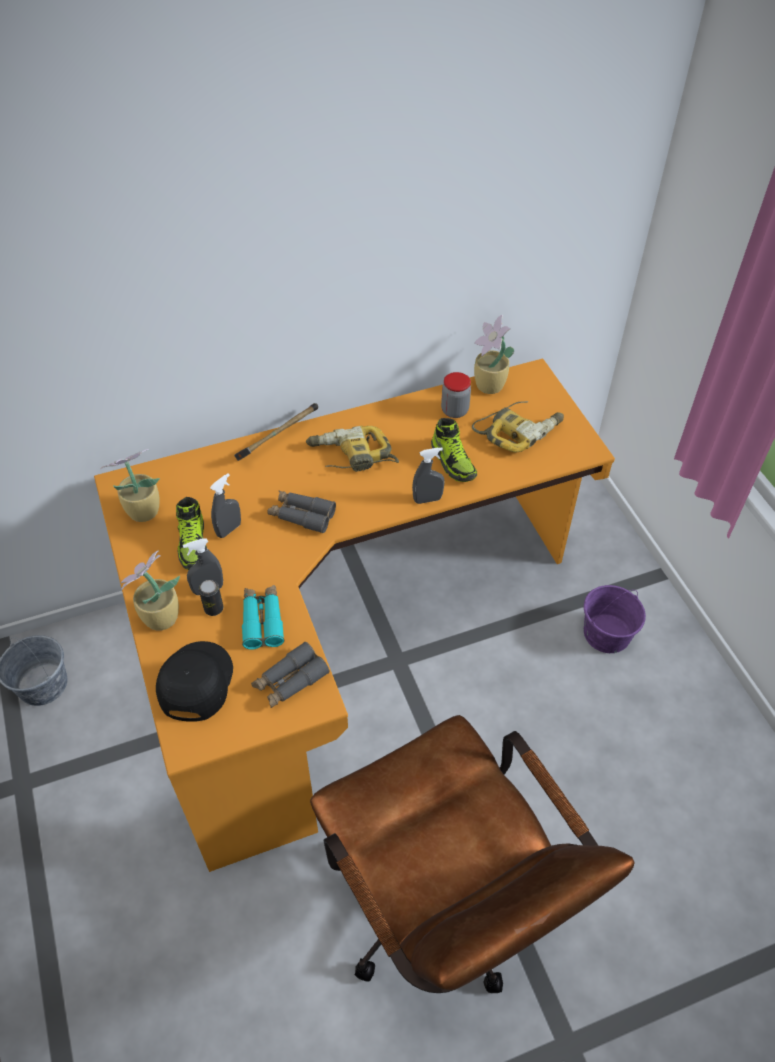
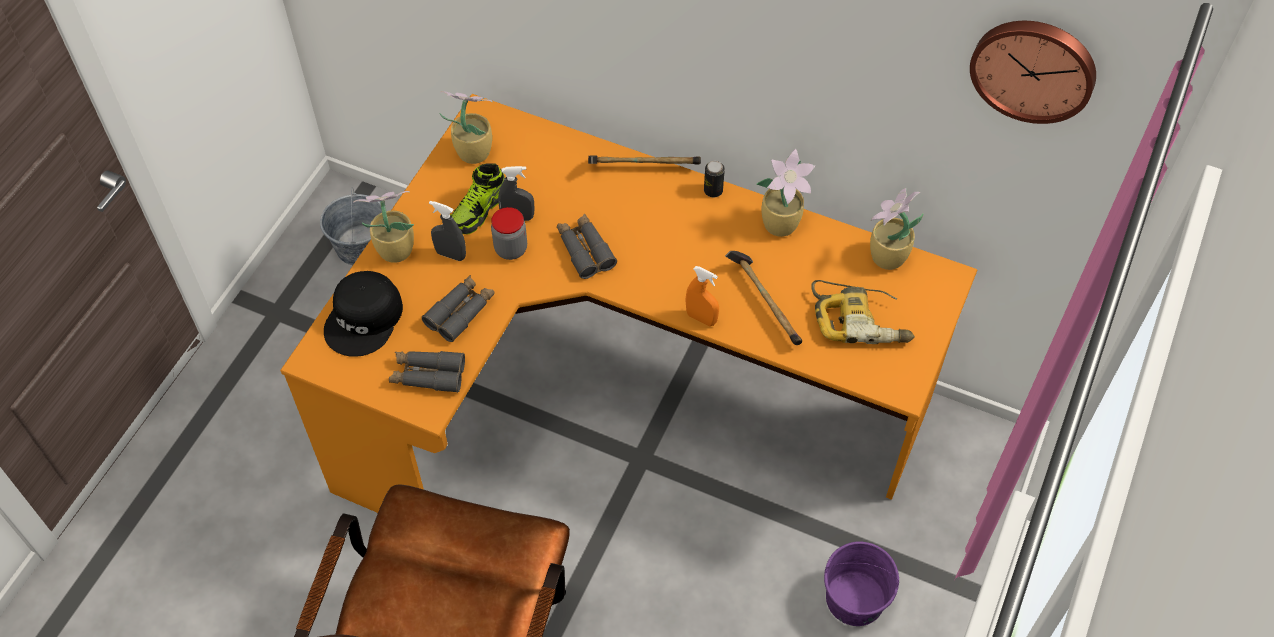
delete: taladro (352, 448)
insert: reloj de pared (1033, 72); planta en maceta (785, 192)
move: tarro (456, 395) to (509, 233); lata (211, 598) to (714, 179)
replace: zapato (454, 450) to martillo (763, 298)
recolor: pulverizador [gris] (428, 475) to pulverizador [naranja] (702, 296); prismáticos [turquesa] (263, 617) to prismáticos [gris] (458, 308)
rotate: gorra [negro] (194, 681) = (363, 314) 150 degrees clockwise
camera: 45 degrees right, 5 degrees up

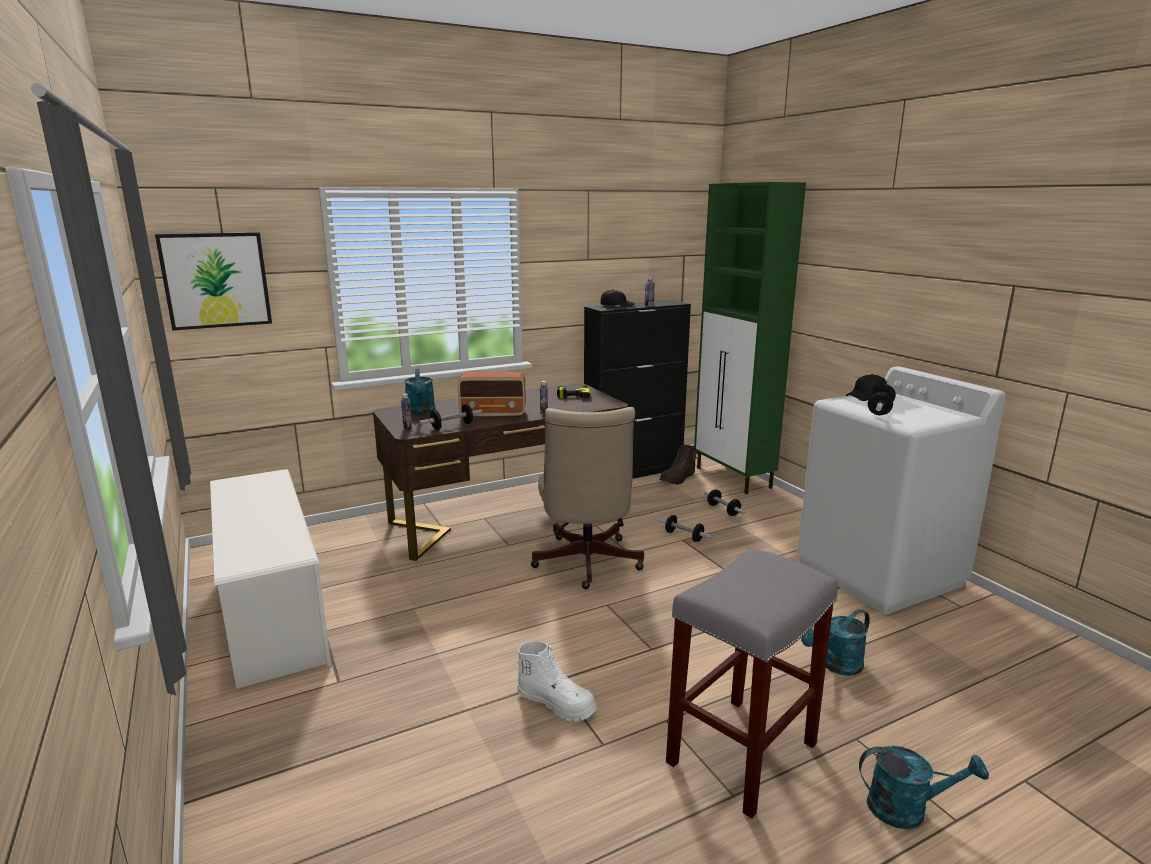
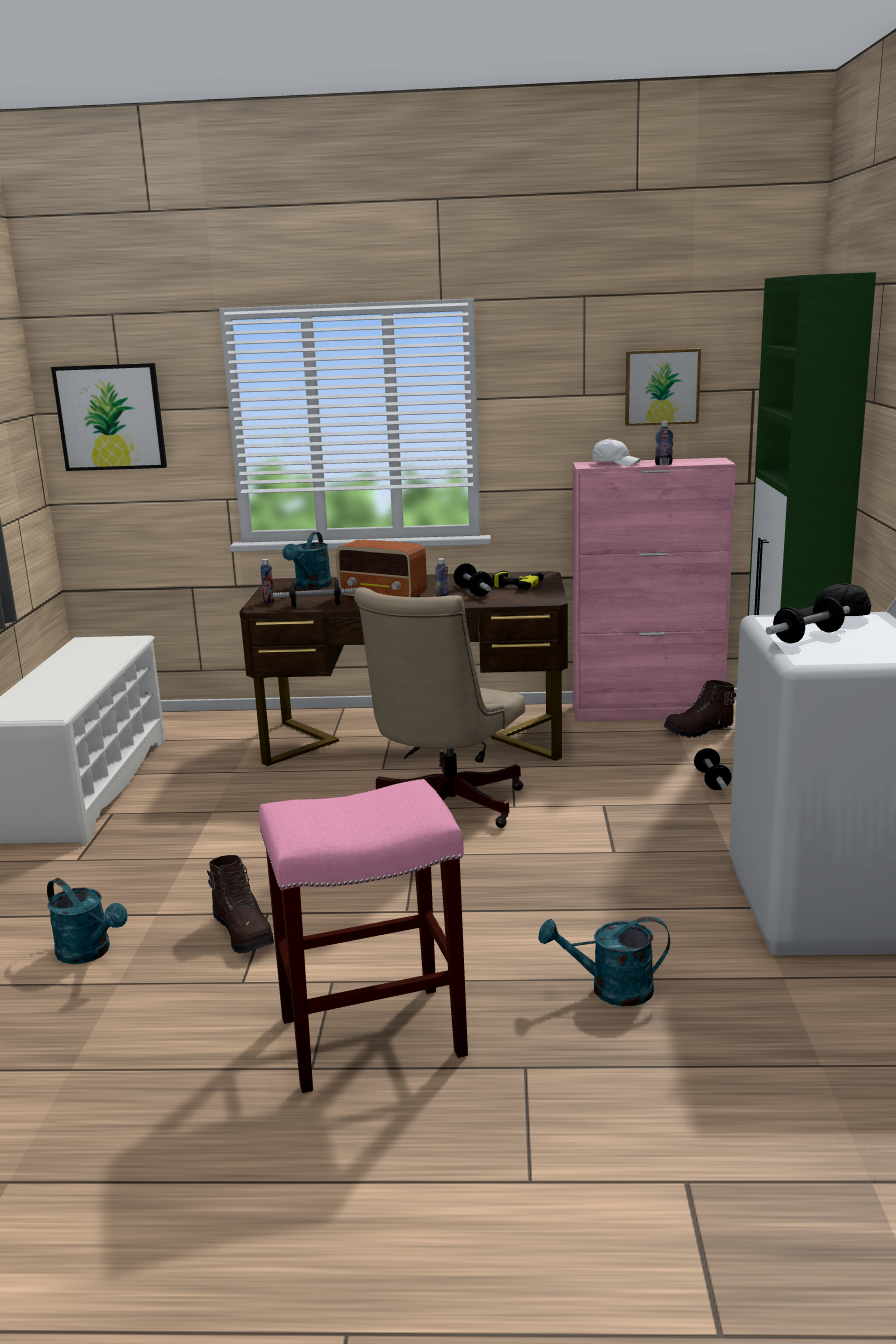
insert: cuadro (663, 387)
move: mancuerna (685, 528) to (473, 580); regadera [turquesa] (924, 787) to (87, 921)
recolor: gorra [negro] (617, 298) to gorra [blanco] (617, 452); armario [negro] (637, 389) to armario [rosa] (654, 589); taburete [gris] (752, 683) to taburete [rosa] (363, 936); bota [blanco] (557, 681) to bota [marrón] (240, 904)
camera: 30 degrees right, 0 degrees up

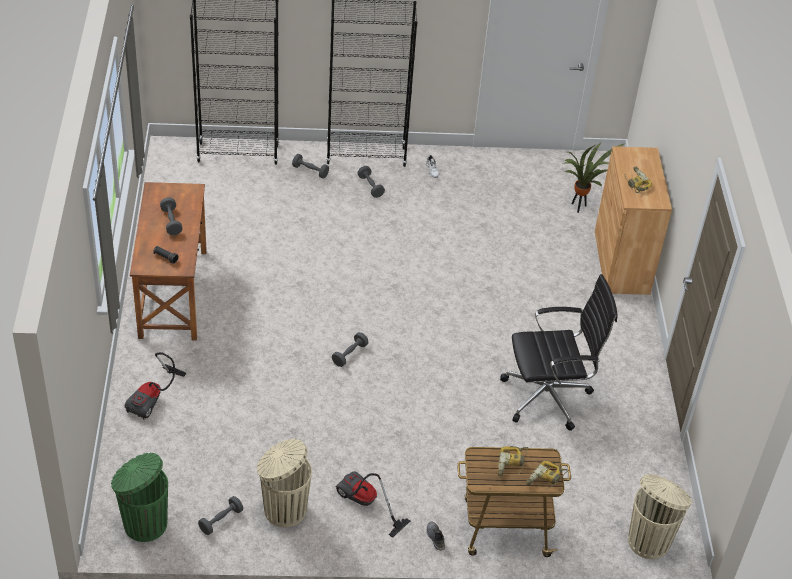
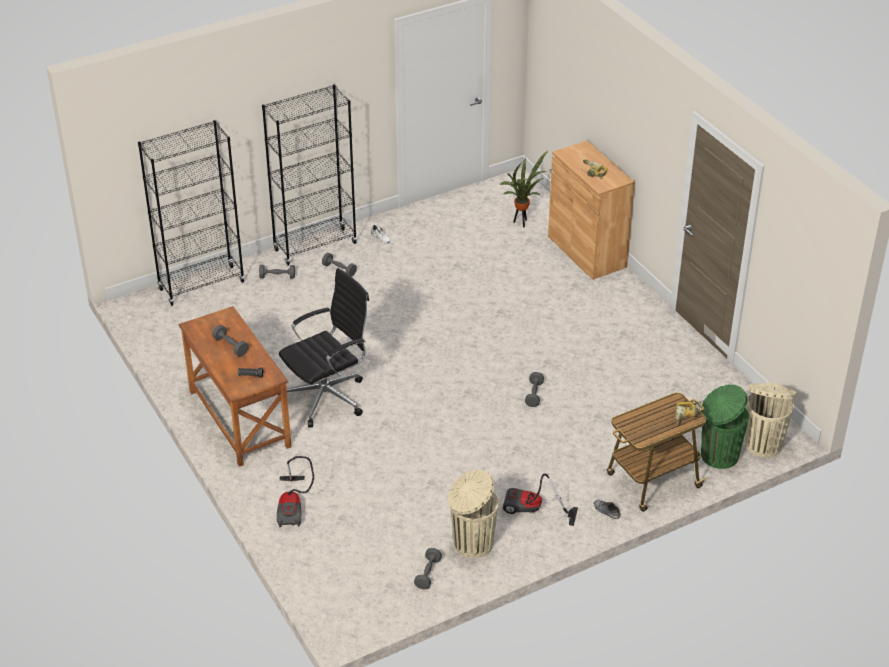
delete: taladro (513, 461)
move: silla de oficina [negro] (559, 352) to (324, 347); mancuerna [gris] (350, 349) to (534, 389); papelera [verde] (139, 497) to (725, 426)
camera: 25 degrees left, 5 degrees down

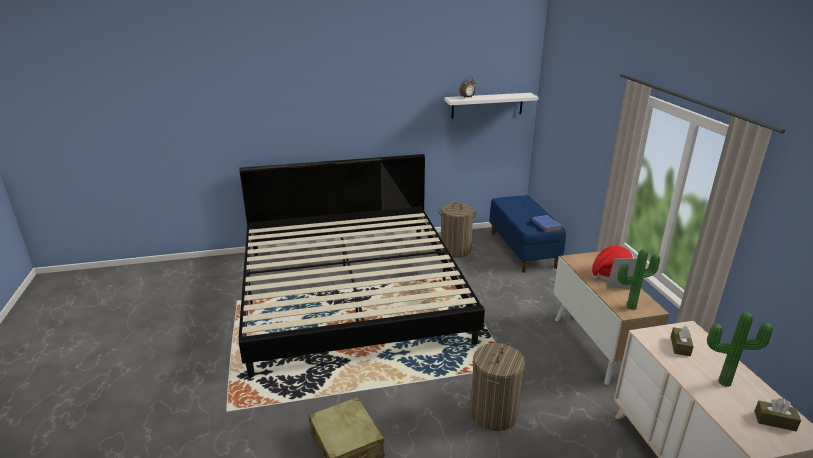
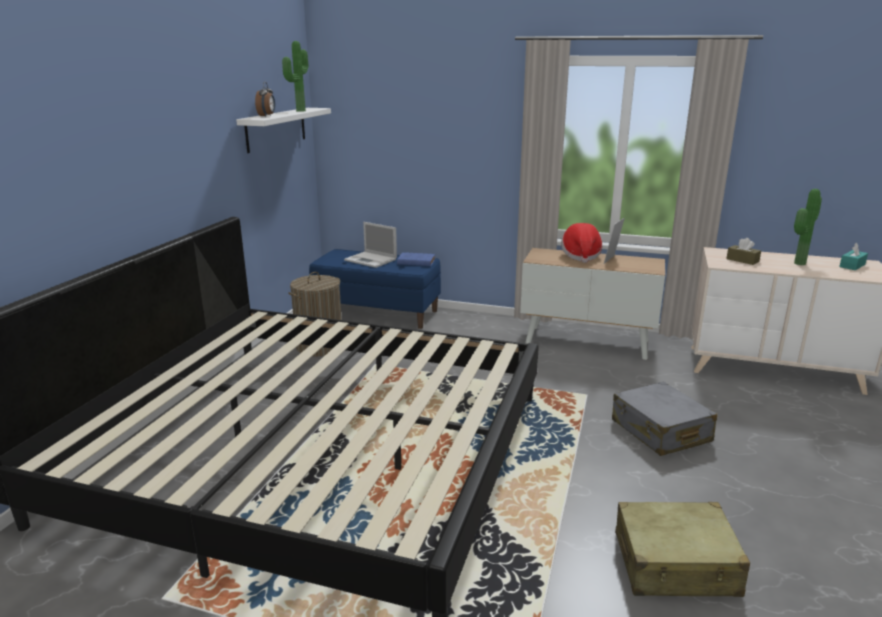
insert: portátil (370, 245)
move: planta en maceta (638, 279) to (295, 76)
replace: cesto de la ropa (497, 387) to maleta [gris] (664, 419)
recolor: caja de pañuelos [marrón] (778, 414) to caja de pañuelos [turquesa] (853, 256)
camera: 60 degrees left, 5 degrees down

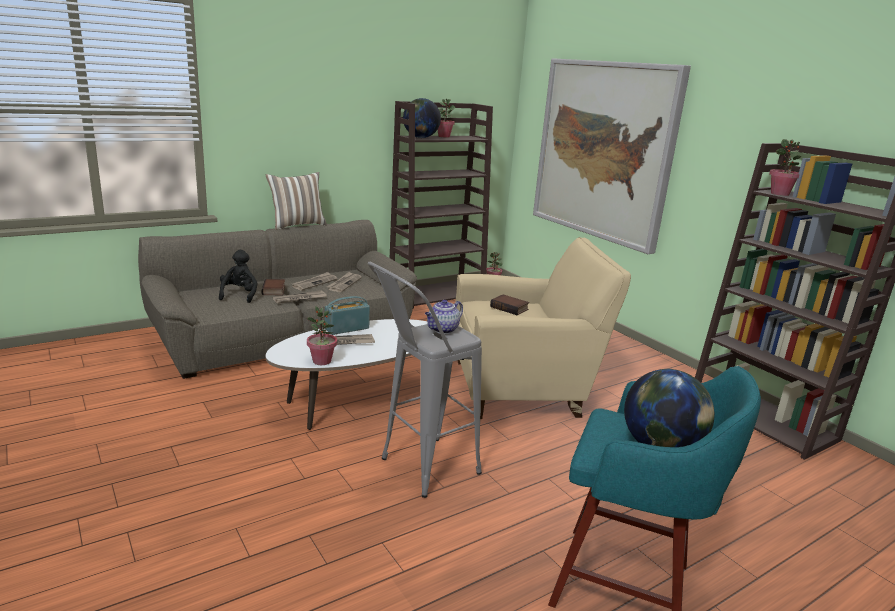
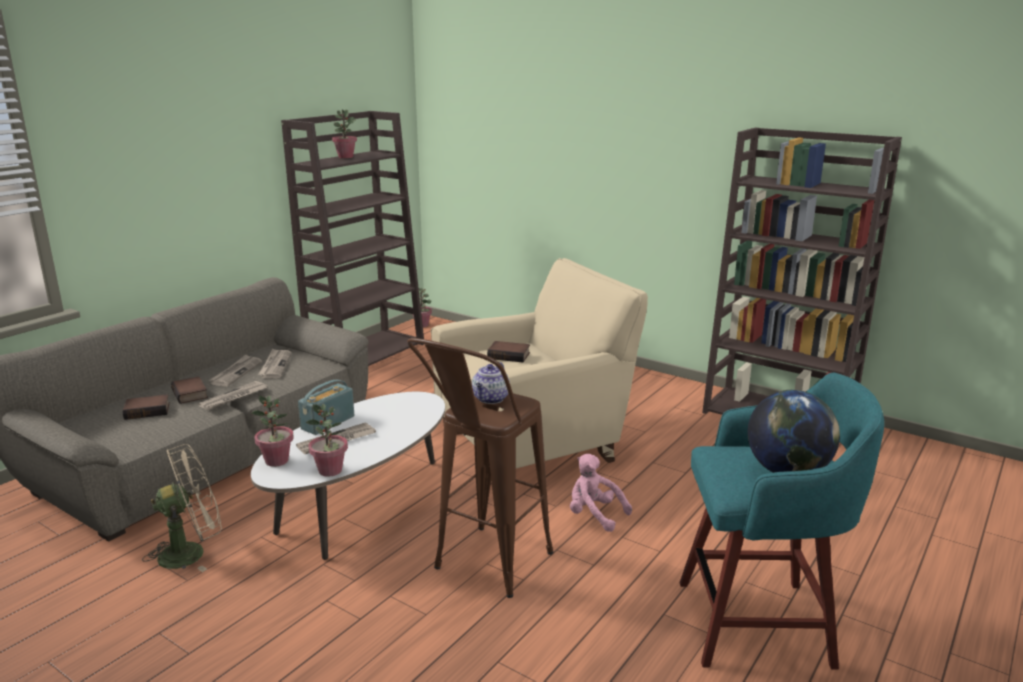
delete: cuadro (612, 156); globo terráqueo (422, 118); cojín (296, 201)
insert: ventilador [beis] (182, 508); peluche [rosa] (601, 493)
move: planta en maceta (785, 167) to (272, 431)
replace: peluche [negro] (238, 276) to libro (146, 407)
recolor: taburete [gris] (425, 380) to taburete [marrón] (480, 468)
camera: 20 degrees left, 0 degrees up

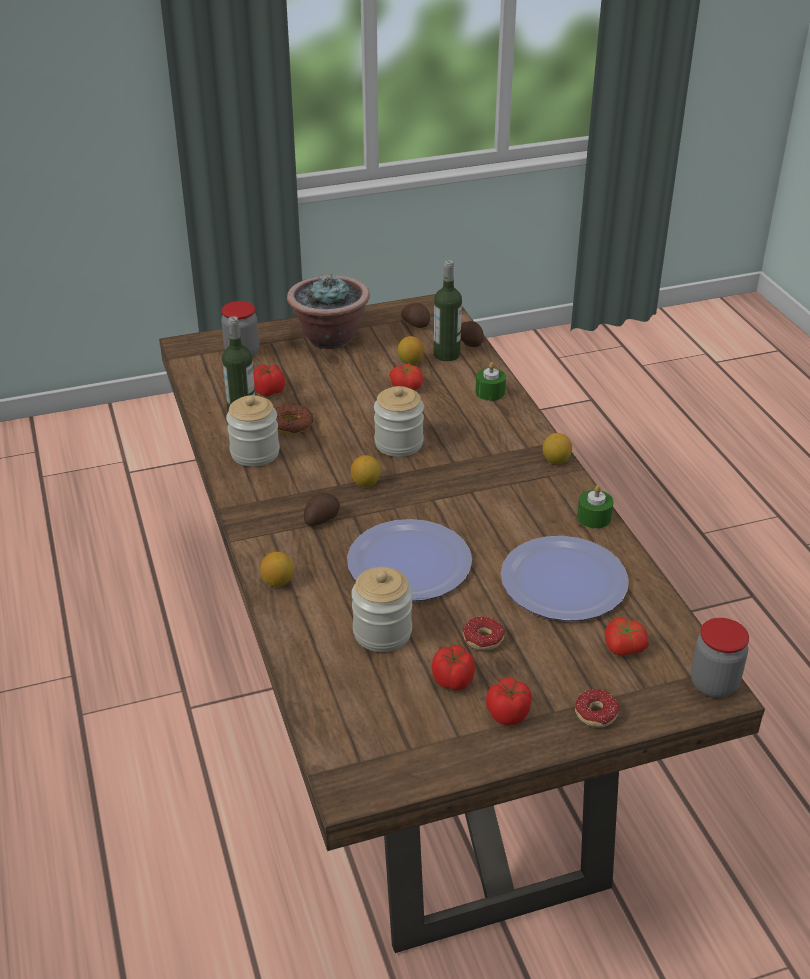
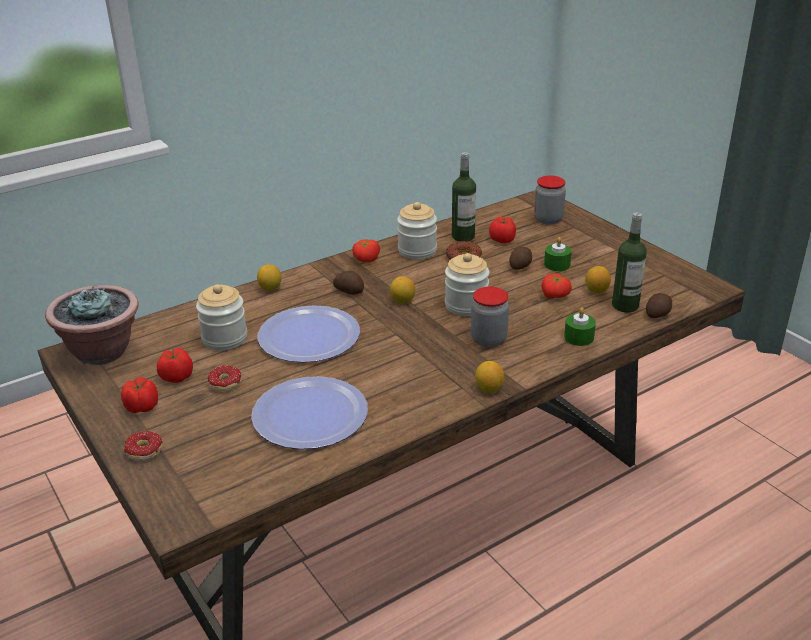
move: planta en maceta (328, 311) to (92, 325); patata (415, 315) to (520, 258); vela [verde] (595, 507) to (558, 254); tomate (627, 636) to (366, 250); tarro (720, 658) to (490, 317)
camera: 75 degrees right, 5 degrees down

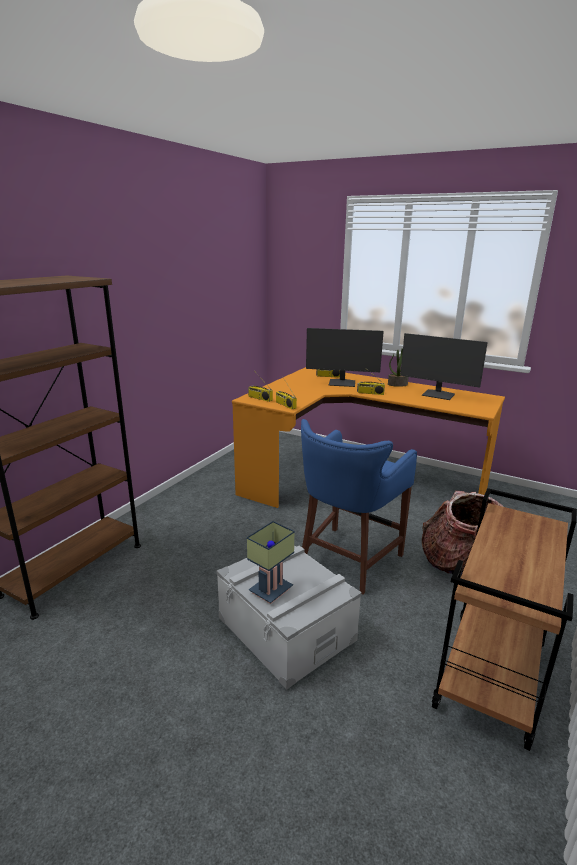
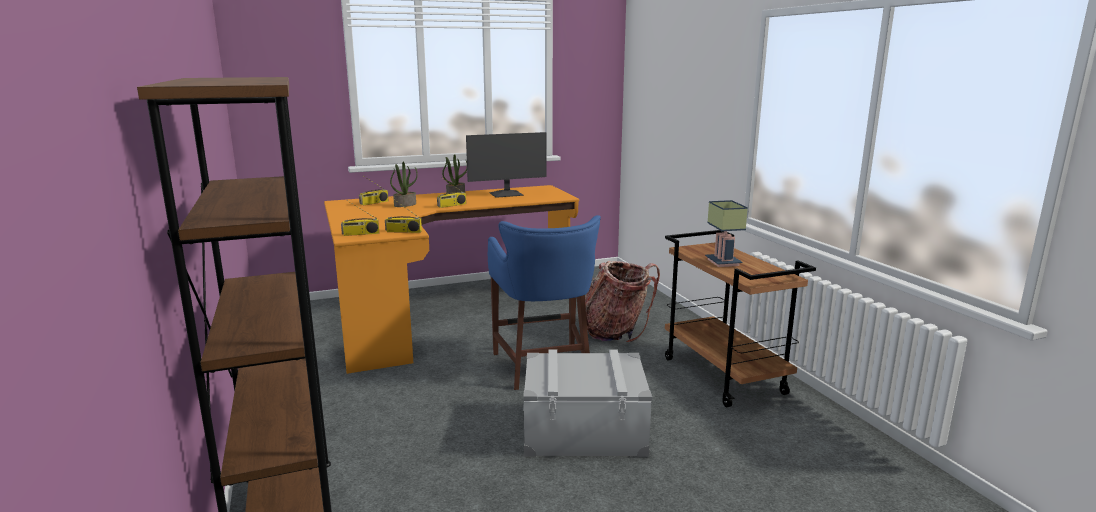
move: lámpara de mesa (271, 562) to (726, 233)
replace: monitor (345, 357) to planta en maceta (404, 184)
camera: 50 degrees left, 5 degrees down

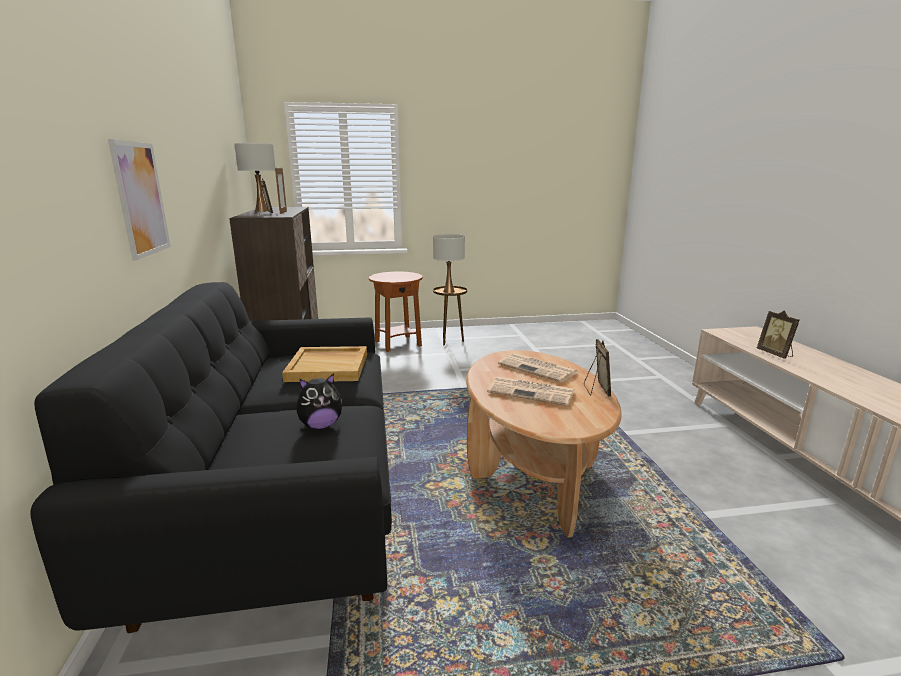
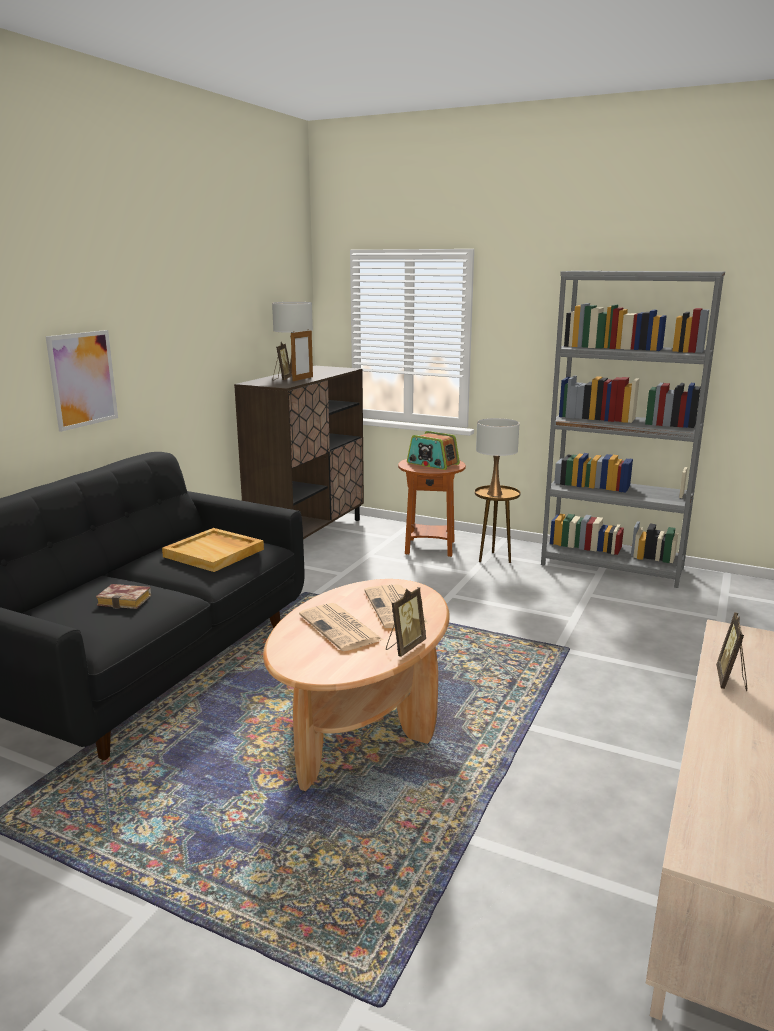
insert: estantería [gris] (633, 429); radio (433, 450)
replace: peluche (320, 401) to libro (123, 596)
camera: 35 degrees right, 0 degrees up

